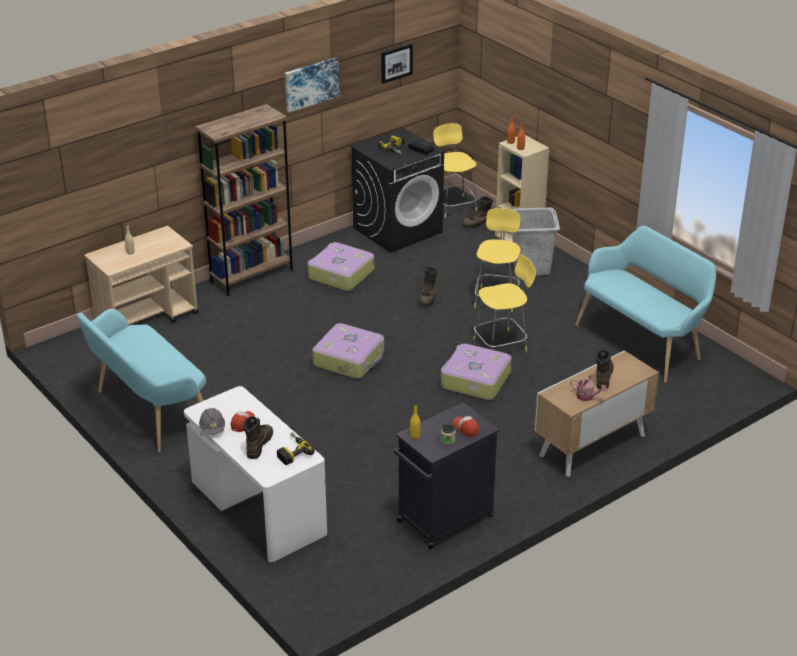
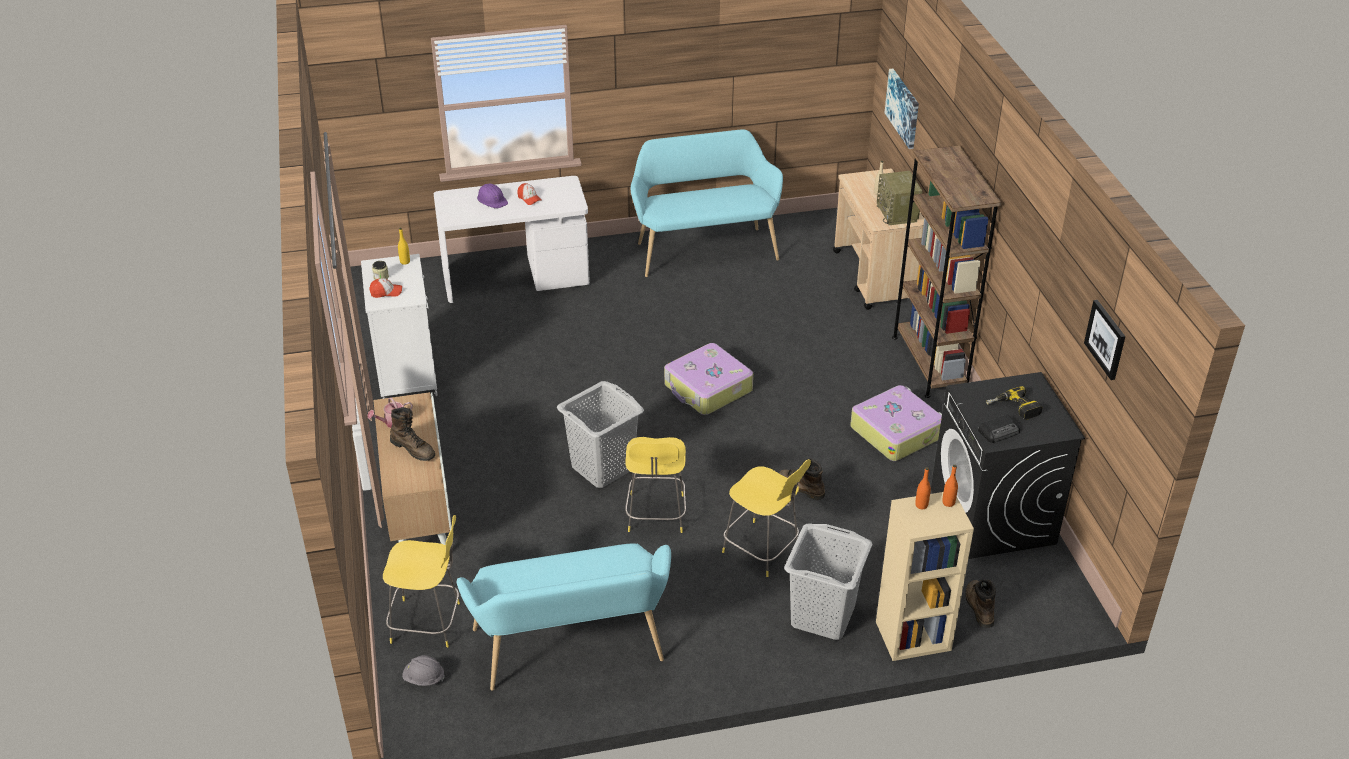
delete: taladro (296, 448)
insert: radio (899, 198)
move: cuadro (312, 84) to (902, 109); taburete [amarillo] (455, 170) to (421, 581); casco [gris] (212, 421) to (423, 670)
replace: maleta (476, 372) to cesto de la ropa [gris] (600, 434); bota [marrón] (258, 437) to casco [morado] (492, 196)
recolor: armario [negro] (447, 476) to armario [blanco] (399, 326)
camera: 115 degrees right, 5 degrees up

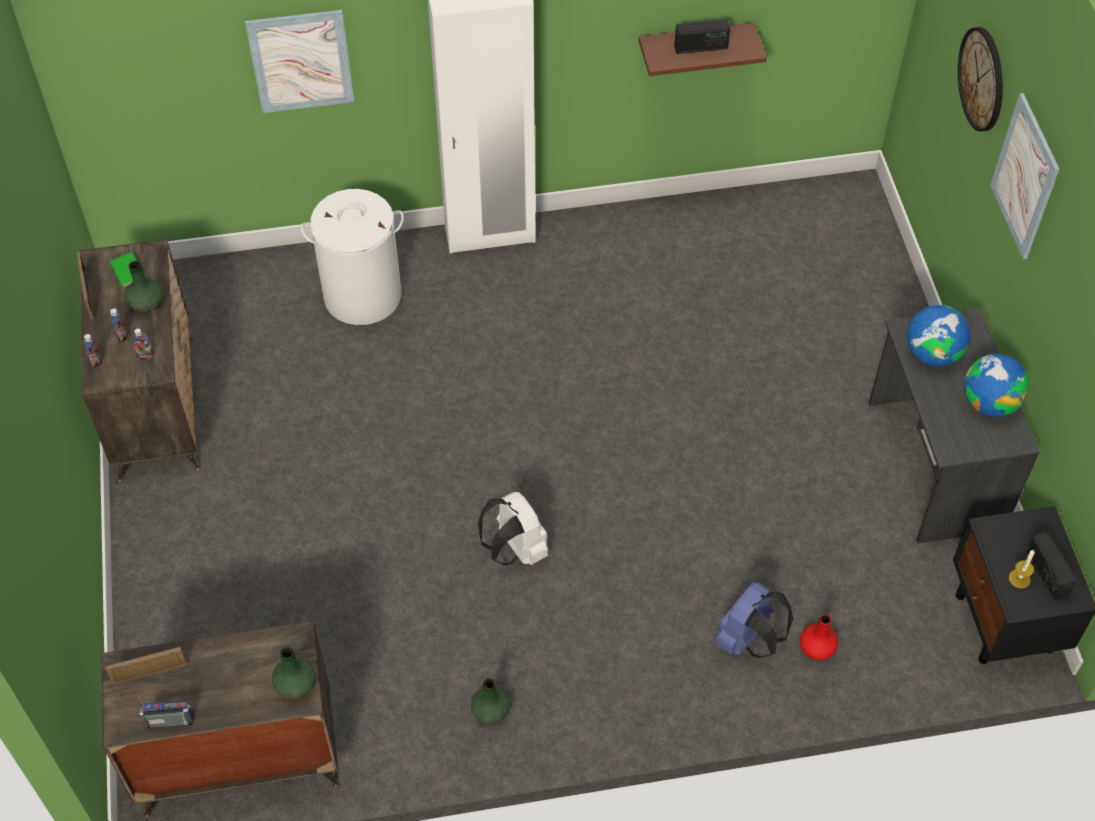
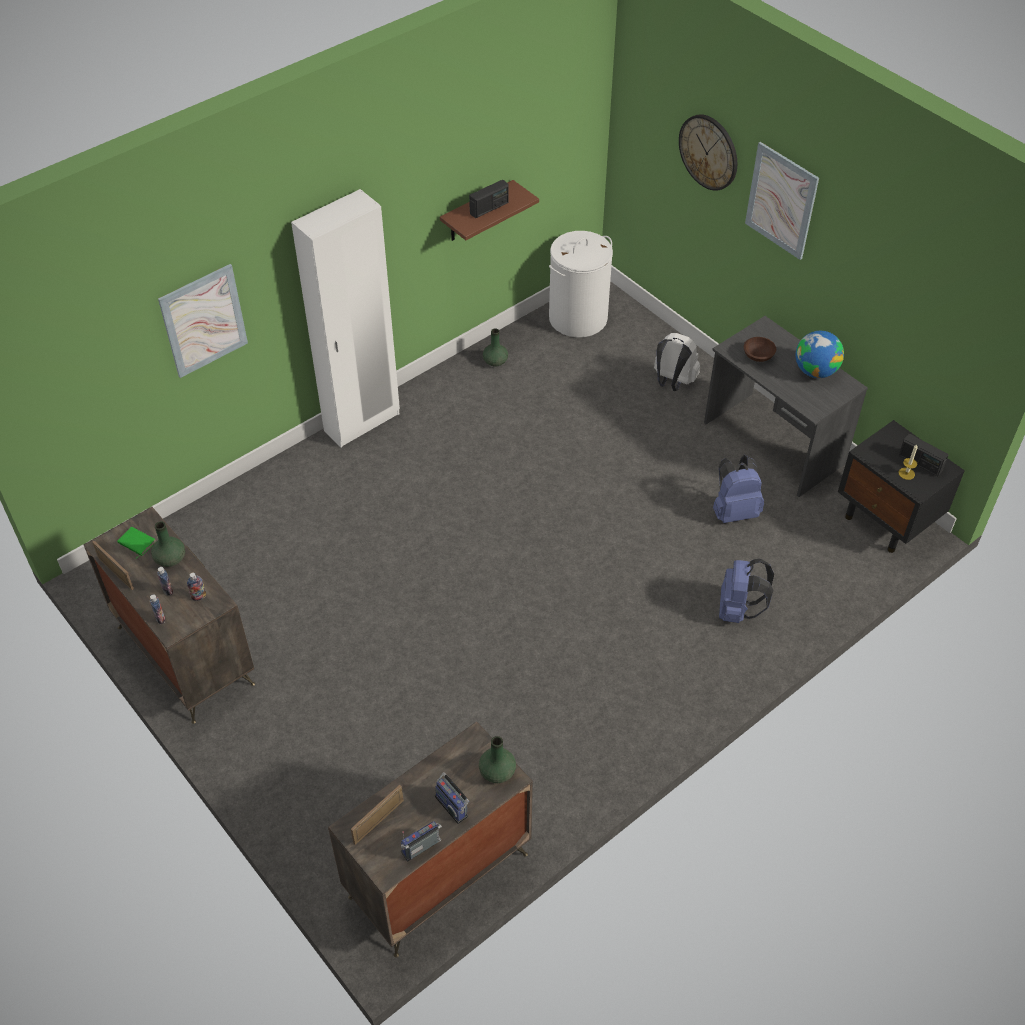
delete: florero [rojo] (819, 637)
insert: mochila [azul] (738, 489); radio (452, 798)
move: cesto de la ropa [blanco] (352, 257) to (581, 284); mochila [blanco] (513, 528) to (677, 362); florero [verde] (490, 701) to (495, 347)
replace: globo terráqueo (938, 335) to cuenco [marrón] (760, 349)
camera: 30 degrees left, 5 degrees down

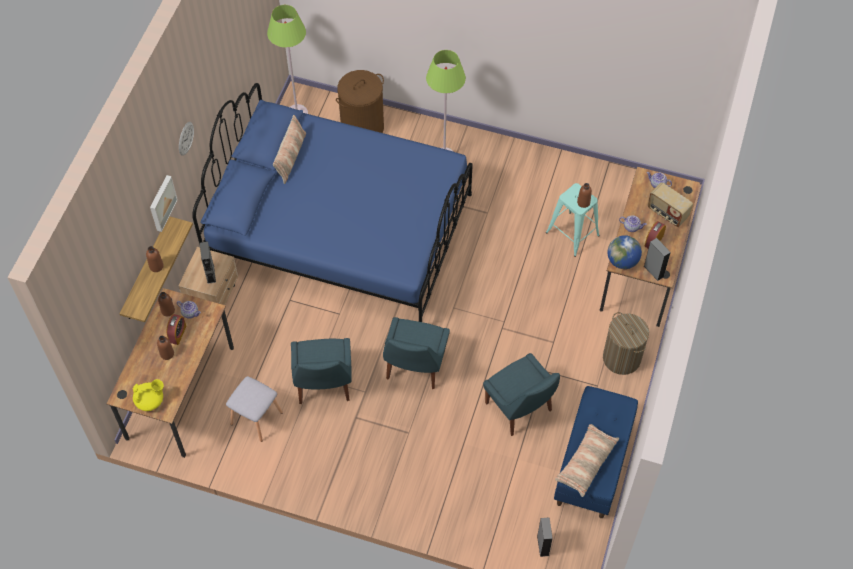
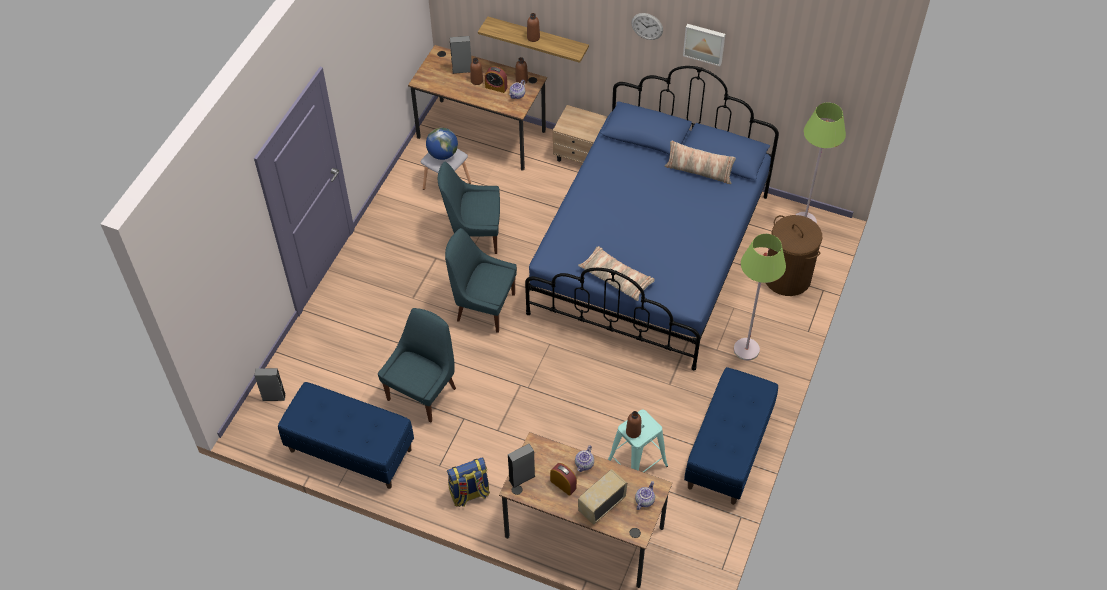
delete: tetera [amarillo] (148, 395)
insert: banco [azul] (731, 436)
move: cuadro (164, 203) to (704, 45); globo terráqueo (624, 252) to (442, 144); altavoz [gris] (208, 262) to (461, 55); cojín (587, 460) to (616, 273)
replace: cesto de la ropa (626, 343) to mochila (468, 482)
rotate: silla [azul] (521, 394) = (417, 365) 150 degrees clockwise
camera: 95 degrees right, 5 degrees down

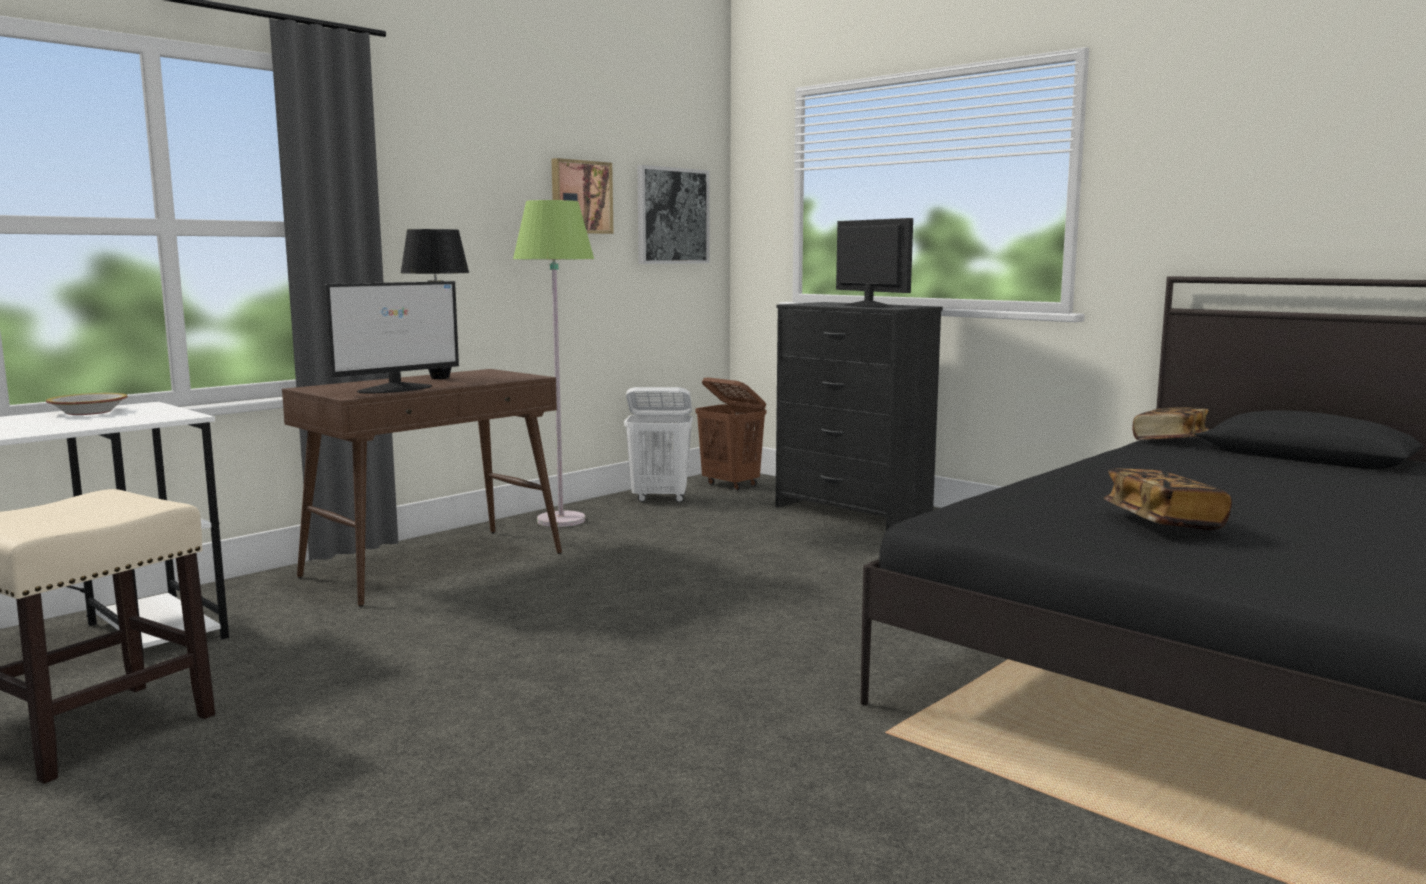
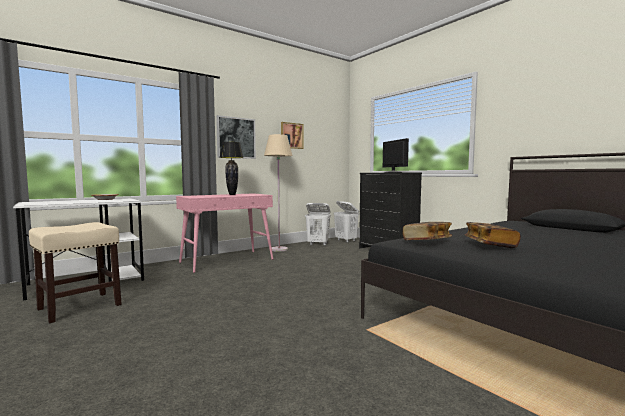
delete: monitor (391, 337)
move: cuadro (673, 214) to (236, 137); libro (1170, 423) to (427, 231)
recolor: lámpara de pie [verde] (553, 363) to lámpara de pie [beis] (278, 193); mesa consola [marrón] (422, 488) to mesa consola [rosa] (224, 233); cesto de la ropa [marrón] (730, 433) to cesto de la ropa [blanco] (346, 222)
camera: 10 degrees right, 5 degrees down

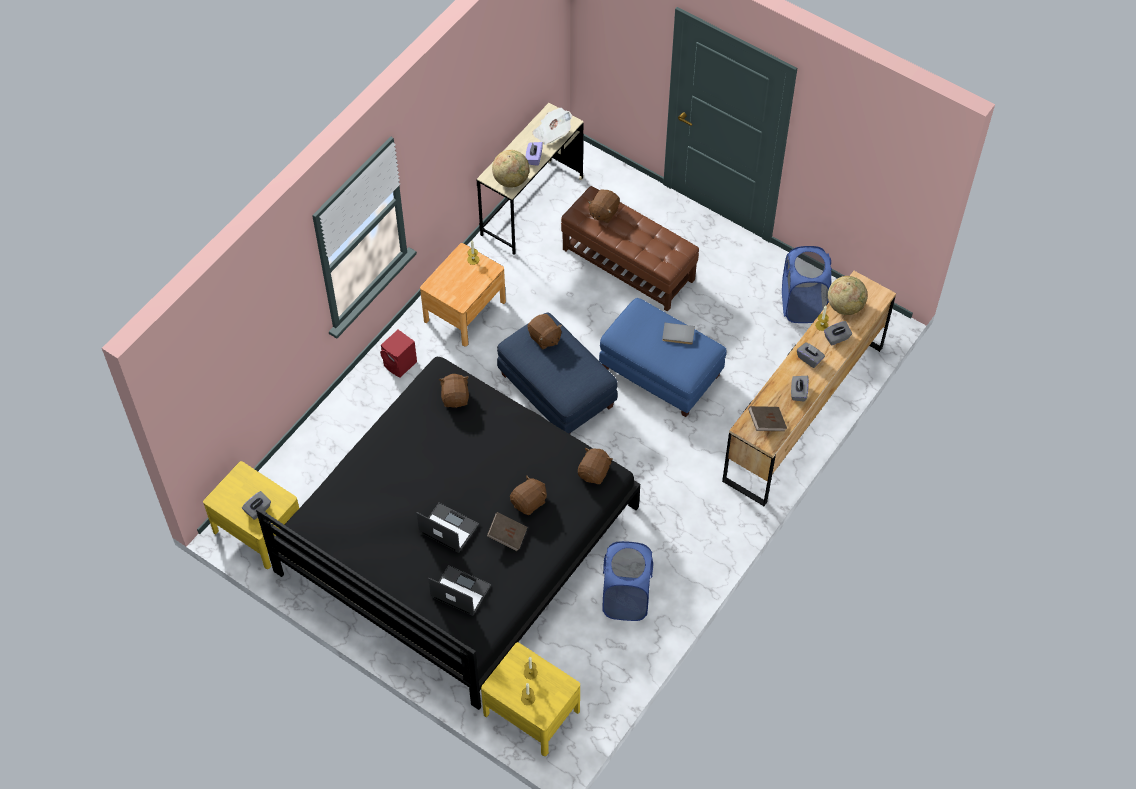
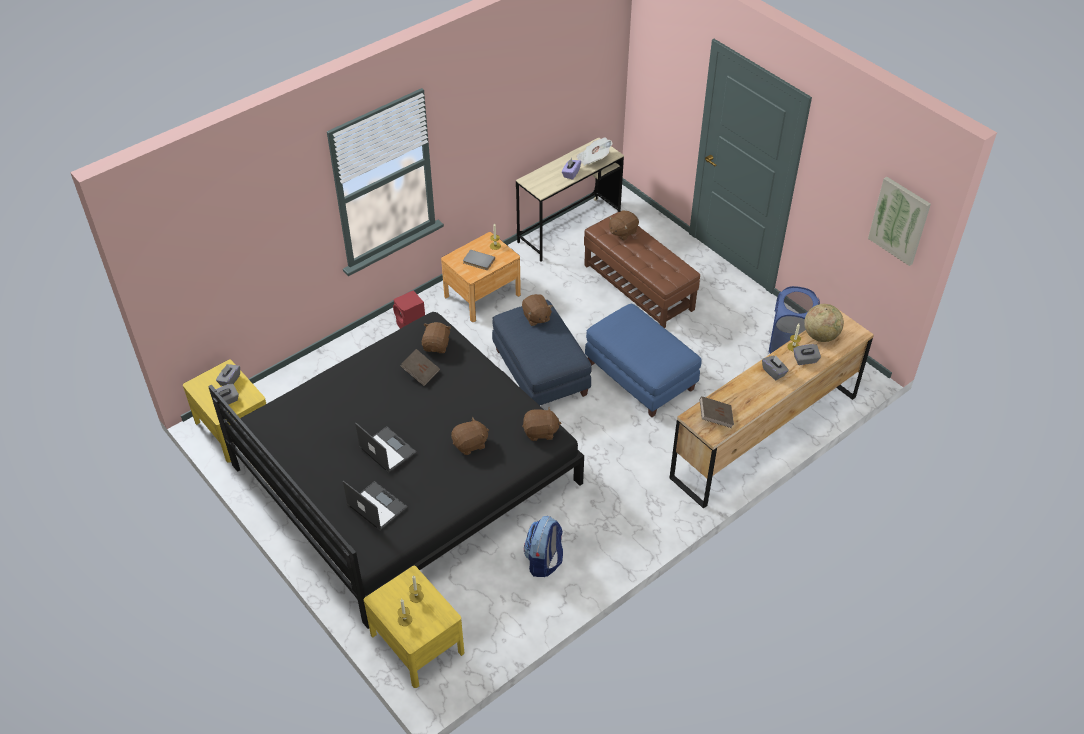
delete: globo terráqueo (511, 169)
insert: cuadro (899, 221)
move: libro [gris] (678, 334) to (479, 260); caja de pañuelos [gris] (800, 388) to (228, 375); libro [marrón] (507, 531) to (420, 367)
replace: cesto de la ropa [azul] (627, 581) to mochila (543, 546)
rotate: peluche [marrón] (595, 466) = (541, 423) 45 degrees clockwise
camera: 15 degrees right, 10 degrees down

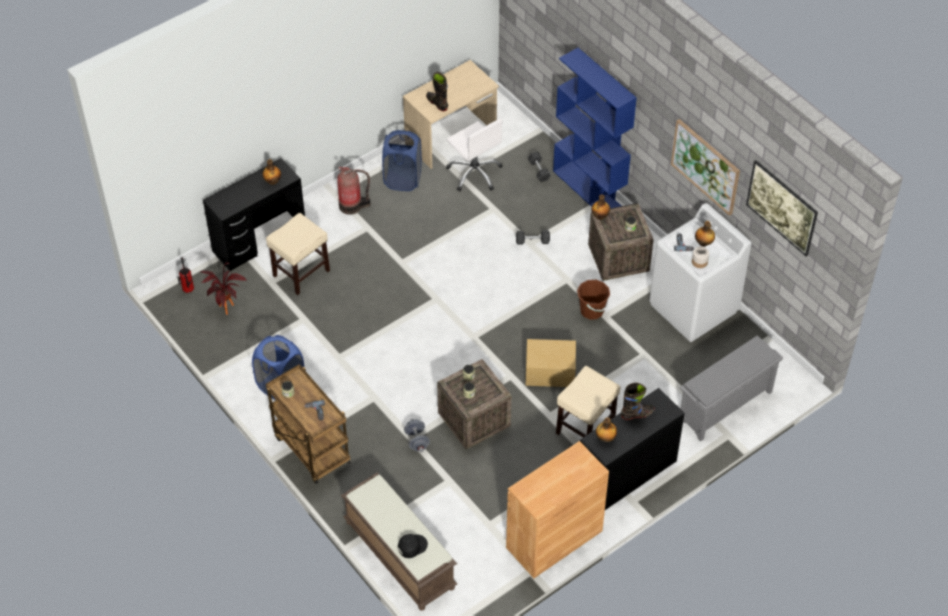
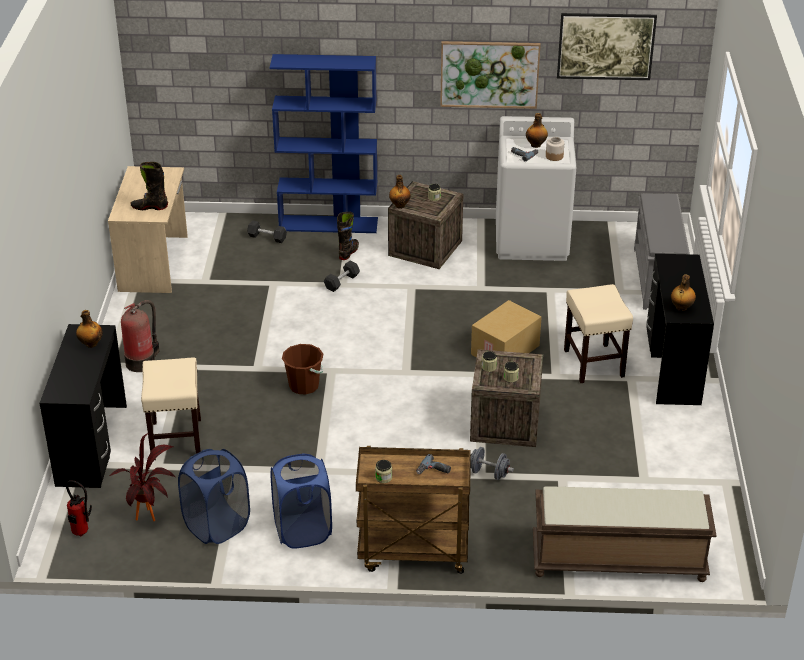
delete: silla de oficina [blanco] (474, 155); armario [marrón] (557, 509); gorra [negro] (413, 546)
move: cesto de la ropa [azul] (402, 160) to (214, 496); cubo [marrón] (593, 300) to (303, 369); bota [negro] (638, 401) to (348, 236)
camera: 50 degrees left, 15 degrees down

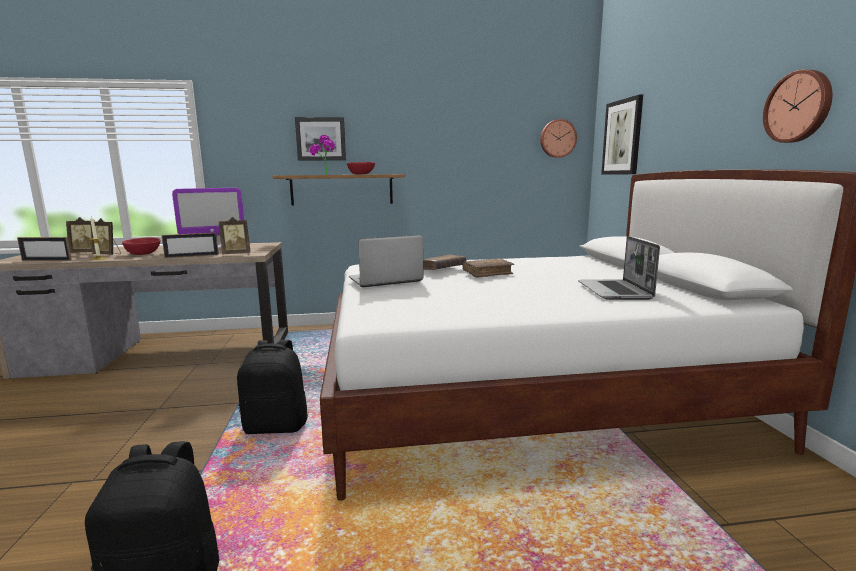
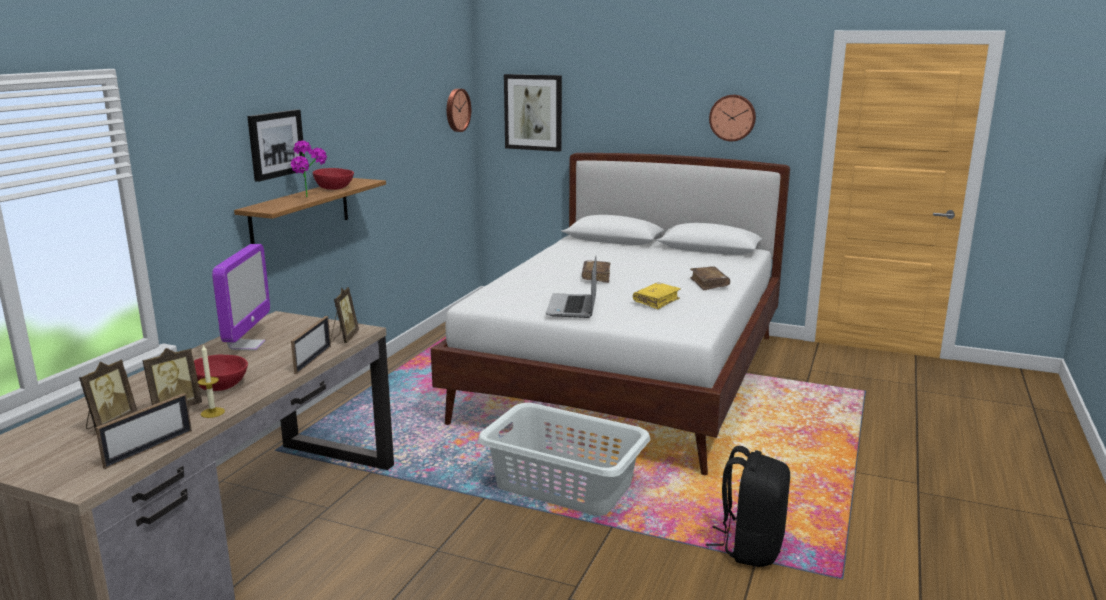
delete: portátil (619, 268)
insert: libro [amarillo] (657, 295)
move: libro [marrón] (444, 262) to (710, 278)
replace: mochila [negro] (272, 387) to cesto de la ropa [blanco] (564, 459)
camera: 60 degrees left, 5 degrees up

